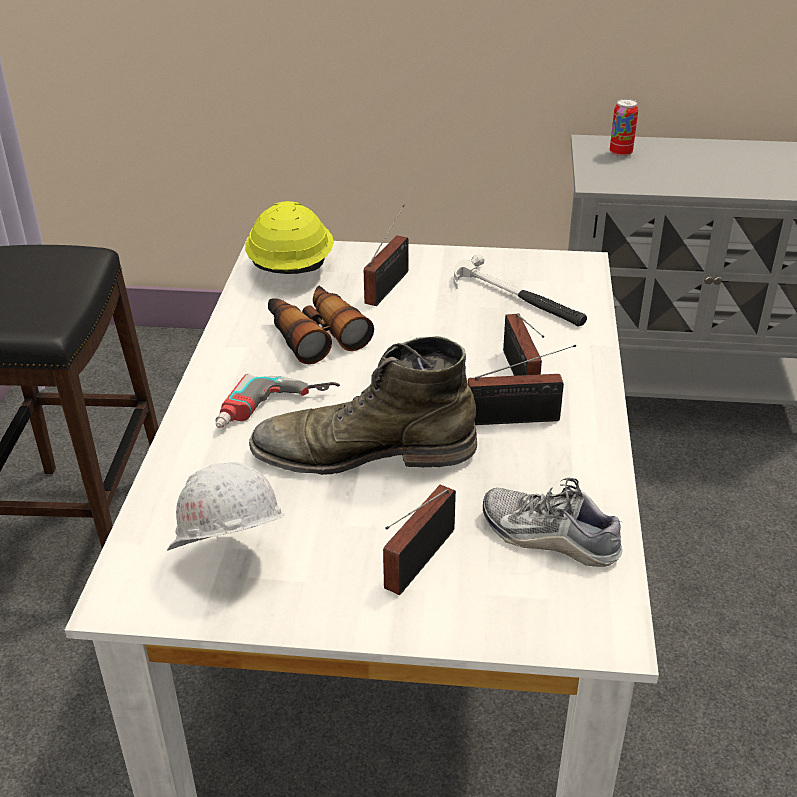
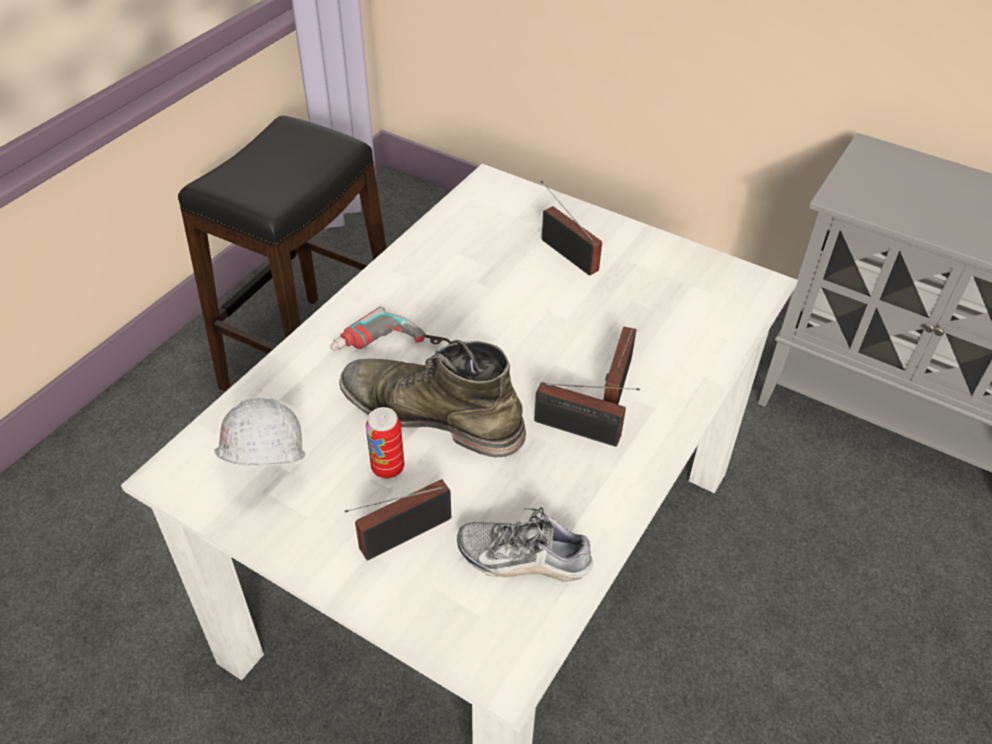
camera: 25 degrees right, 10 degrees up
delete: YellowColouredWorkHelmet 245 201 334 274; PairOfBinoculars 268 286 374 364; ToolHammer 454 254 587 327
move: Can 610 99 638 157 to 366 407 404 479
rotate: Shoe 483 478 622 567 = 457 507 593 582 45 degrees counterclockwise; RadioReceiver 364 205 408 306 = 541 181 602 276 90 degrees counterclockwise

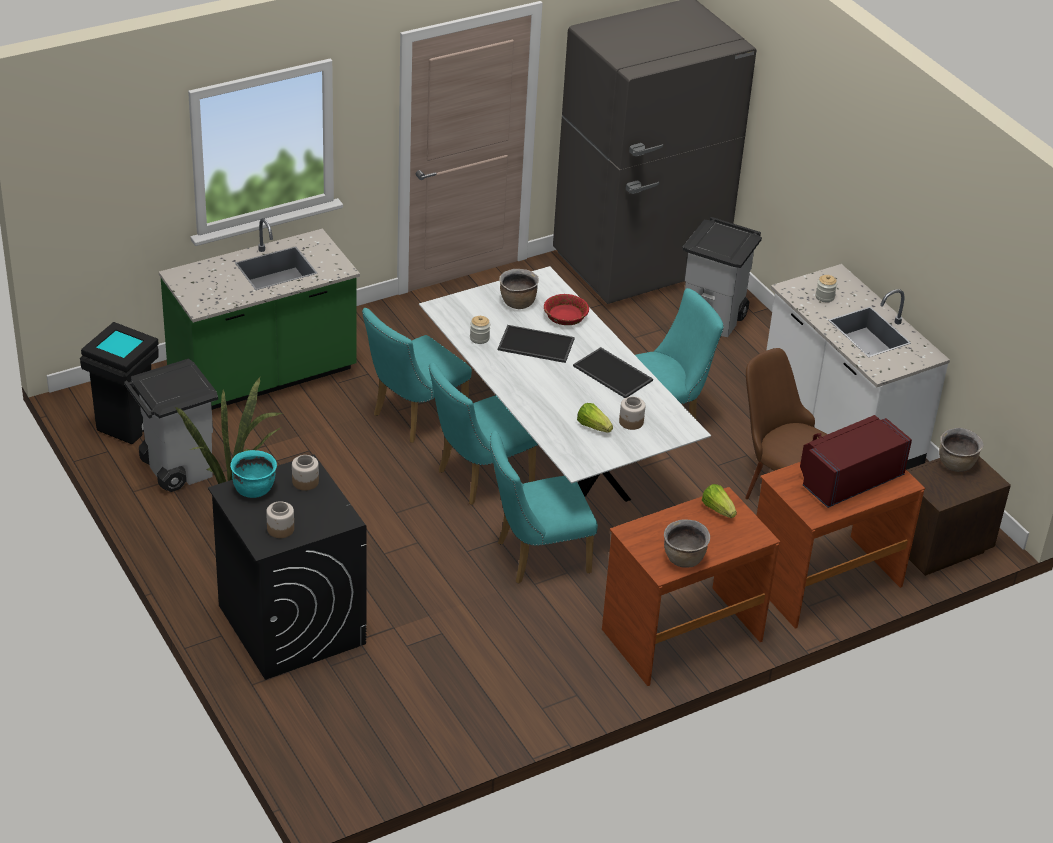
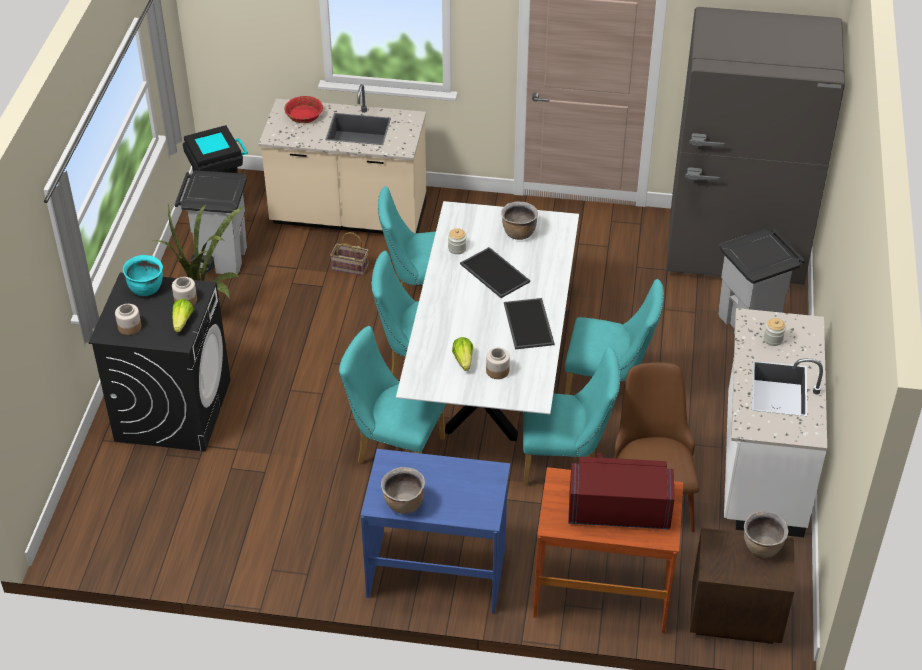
camera: 40 degrees right, 5 degrees up
insert: Basket 330 232 369 276; TurquoisePlainChair 523 347 620 486
move: HeadOfLettuce 702 484 737 518 to 172 299 194 332; RedColouredServingBowl 544 294 589 325 to 284 96 323 123
recolor: GreenishKitchenCounter 159 218 360 410 to SandColouredKitchenCounter 258 84 426 234; BrownishDesk 602 487 780 686 to BlueDesk 361 449 510 613

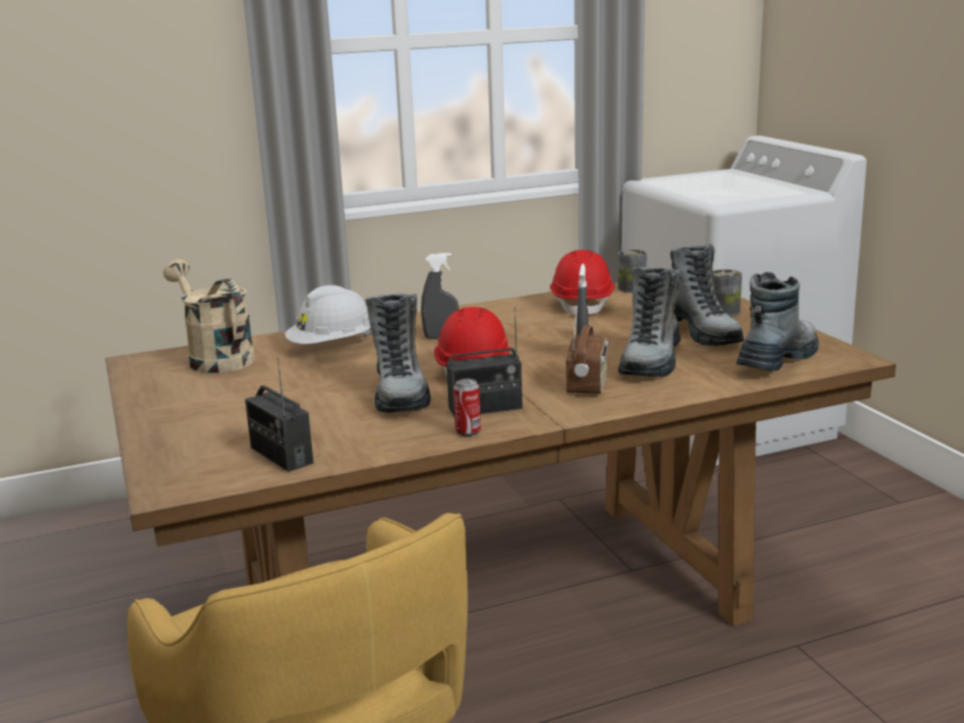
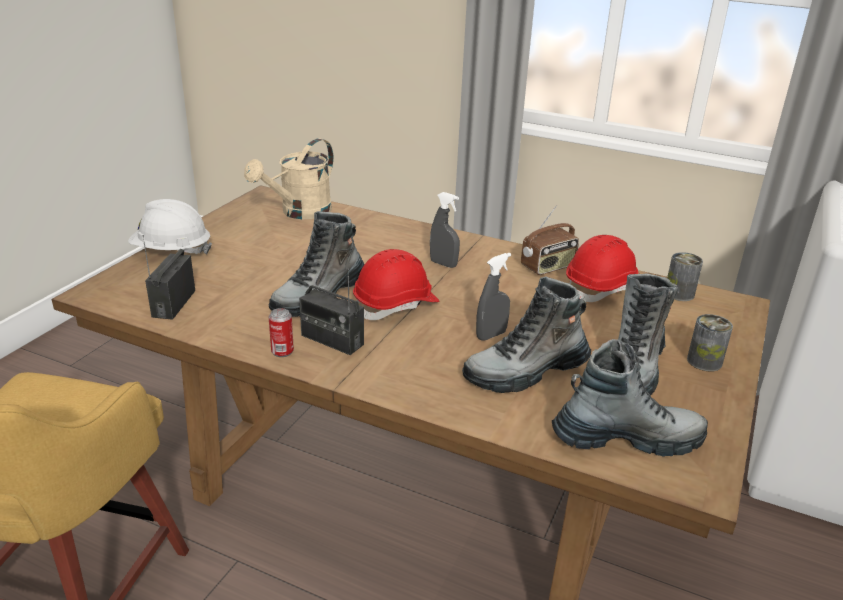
camera: 45 degrees right, 10 degrees up
move: WhiteColouredWorkHelmet 285 285 372 344 to 128 199 212 254; RadioReceiver 566 305 609 395 to 521 205 579 275
rotate: SandColouredWateringPot 163 259 255 373 = 244 138 334 219 150 degrees counterclockwise

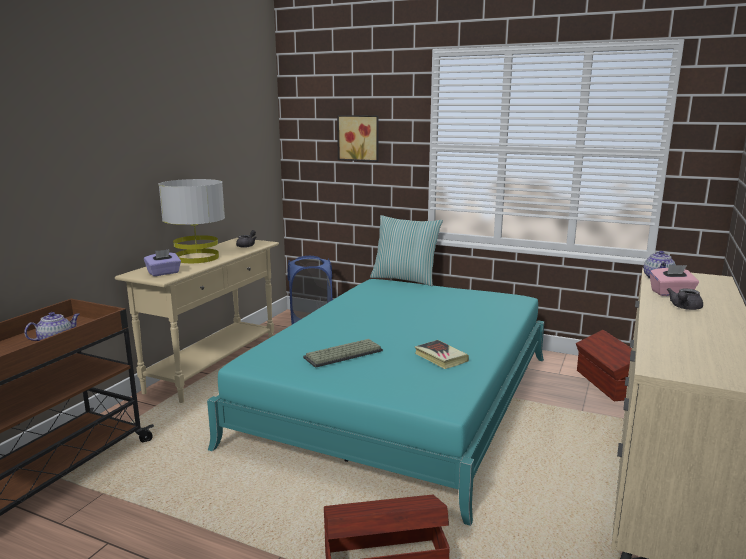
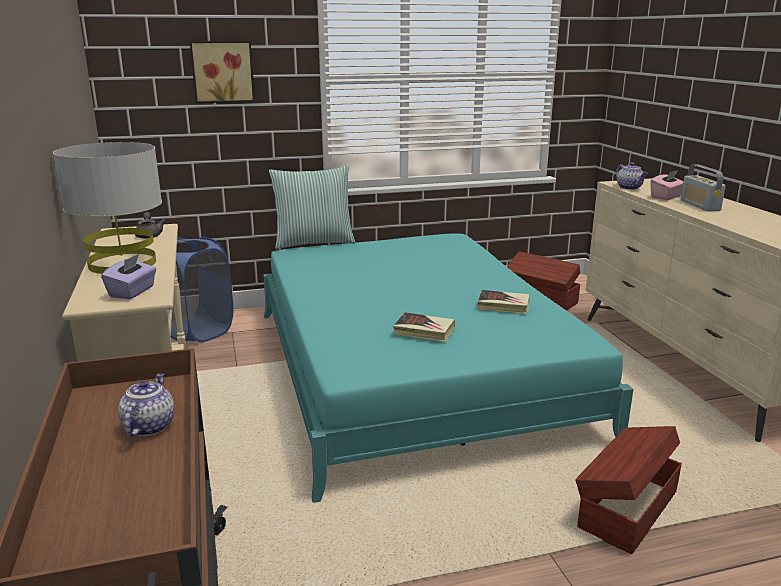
camera: 40 degrees left, 5 degrees up
replace: PcKeyboard 303 339 383 368 to Volume 393 312 455 342; GrayTeaPot 667 288 703 310 to RadioReceiver 681 164 726 211

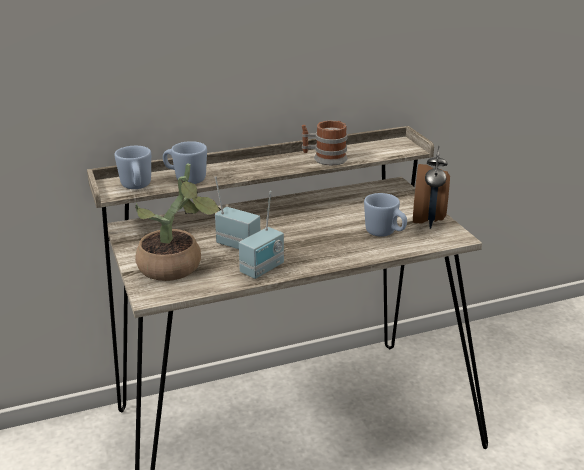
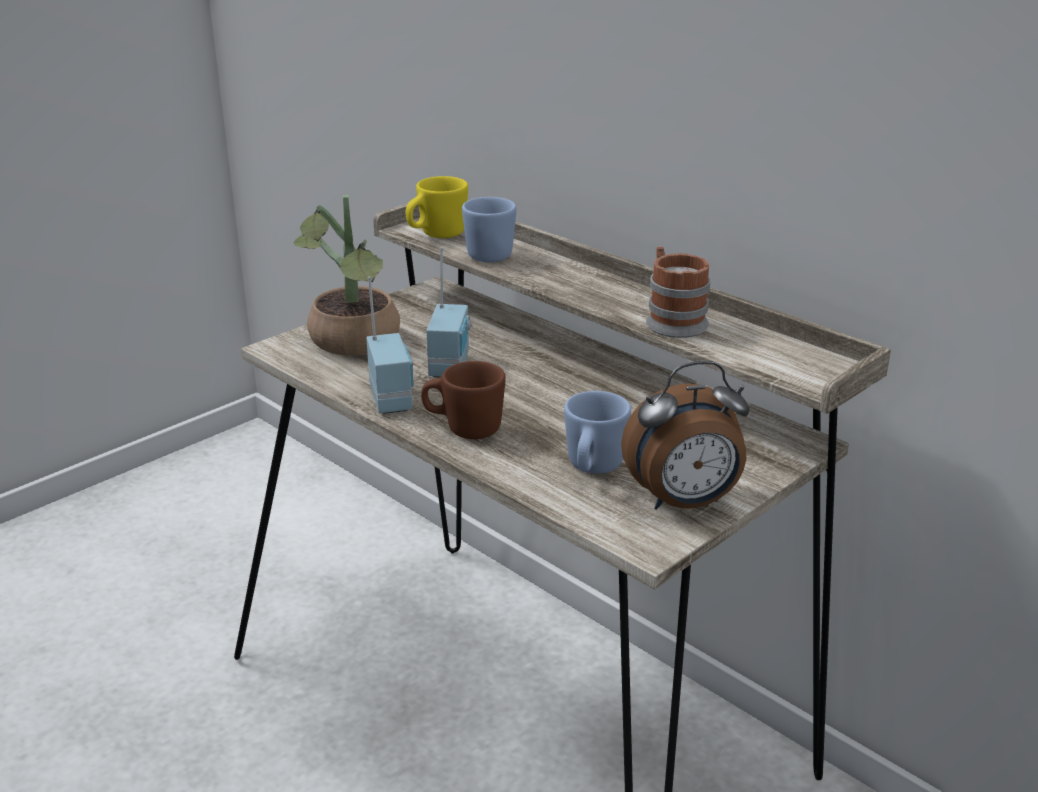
camera: 65 degrees right, 0 degrees up
insert: BrownishMug 421 361 506 439
recolor: BlueMug 115 146 151 189 to YellowColouredMug 406 176 468 238
rotate: RadioReceiver 239 191 284 279 = 366 277 414 414 120 degrees counterclockwise

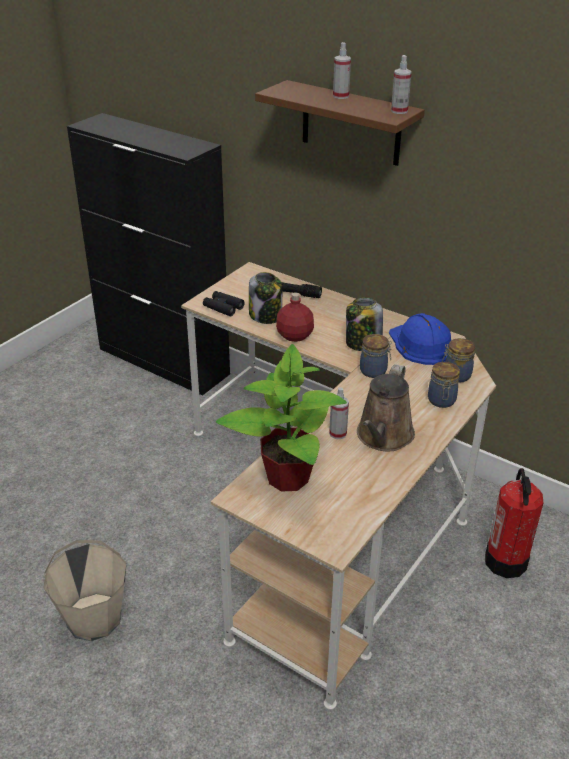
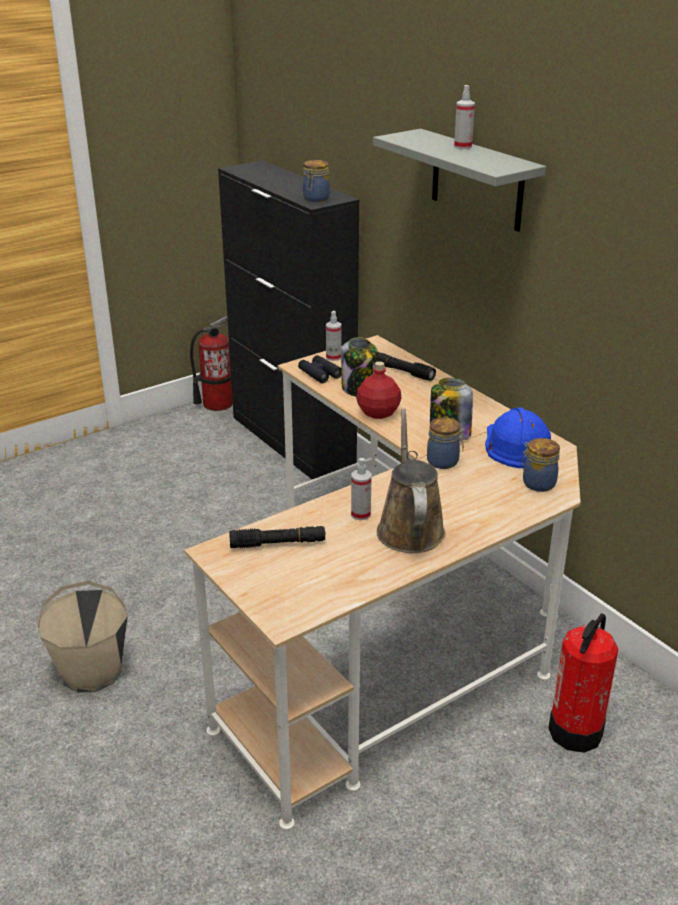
camera: 20 degrees right, 5 degrees down
insert: FireExtinguisher 190 316 233 411
move: PreserveJar 428 362 460 408 to 303 160 330 202; Sprayer 391 55 412 114 to 326 311 341 361
replace: PottedPlant 216 344 347 492 to BlackHandTorch 229 526 325 549
recolor: BrownishBracketShelf 255 80 425 166 to GrayBracketShelf 373 129 546 232
rotate: BrownishWateringPot 357 364 415 451 = 377 409 446 553 135 degrees clockwise

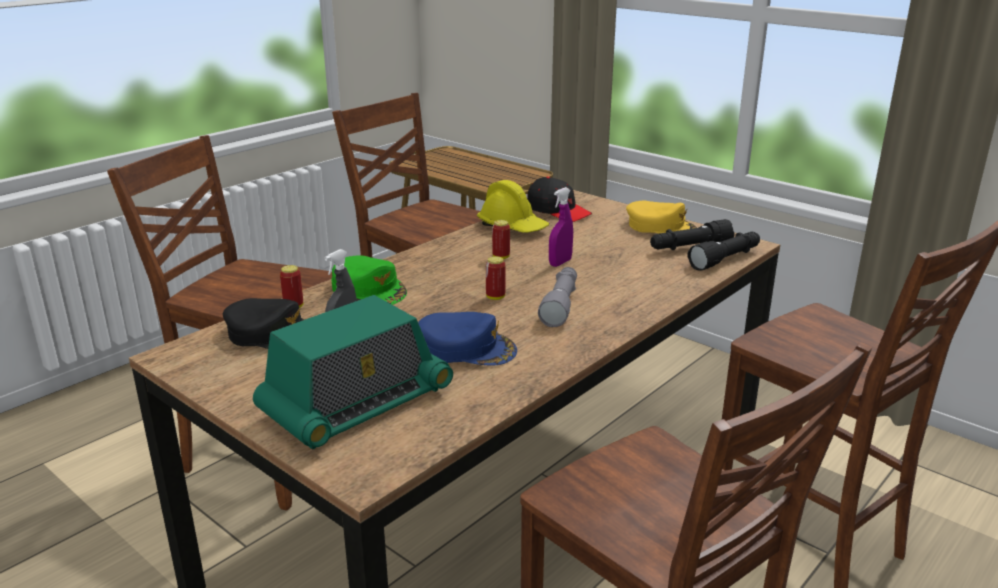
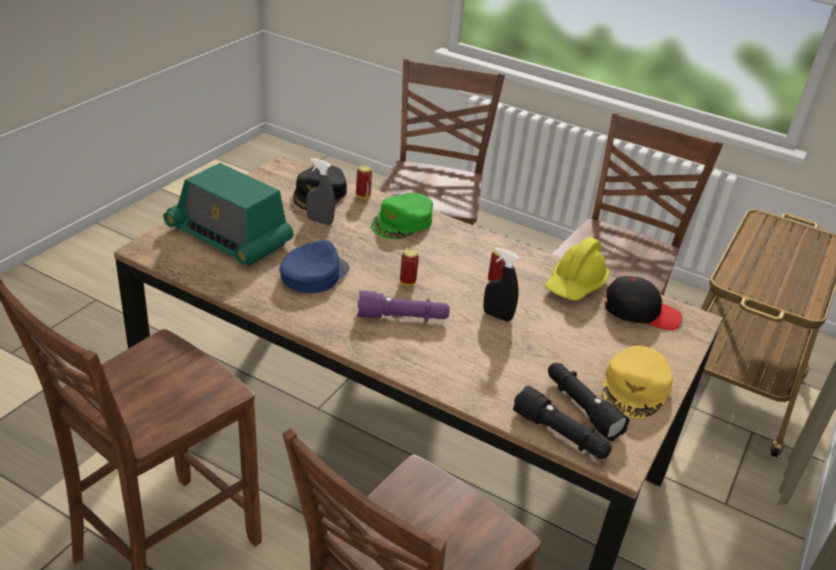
camera: 75 degrees right, 10 degrees up
recolor: GrayHandTorch 538 267 577 327 to PurplishHandTorch 357 291 450 321; PurplishSprayer 549 187 573 267 to BlackSprayer 484 248 519 321
rotate: BlueCap 418 312 517 366 = 279 240 349 293 150 degrees counterclockwise; BlackCap 527 176 592 222 = 605 276 682 330 105 degrees counterclockwise

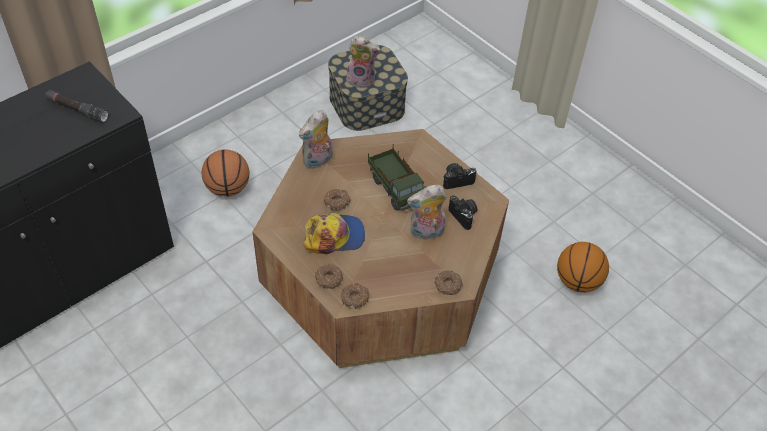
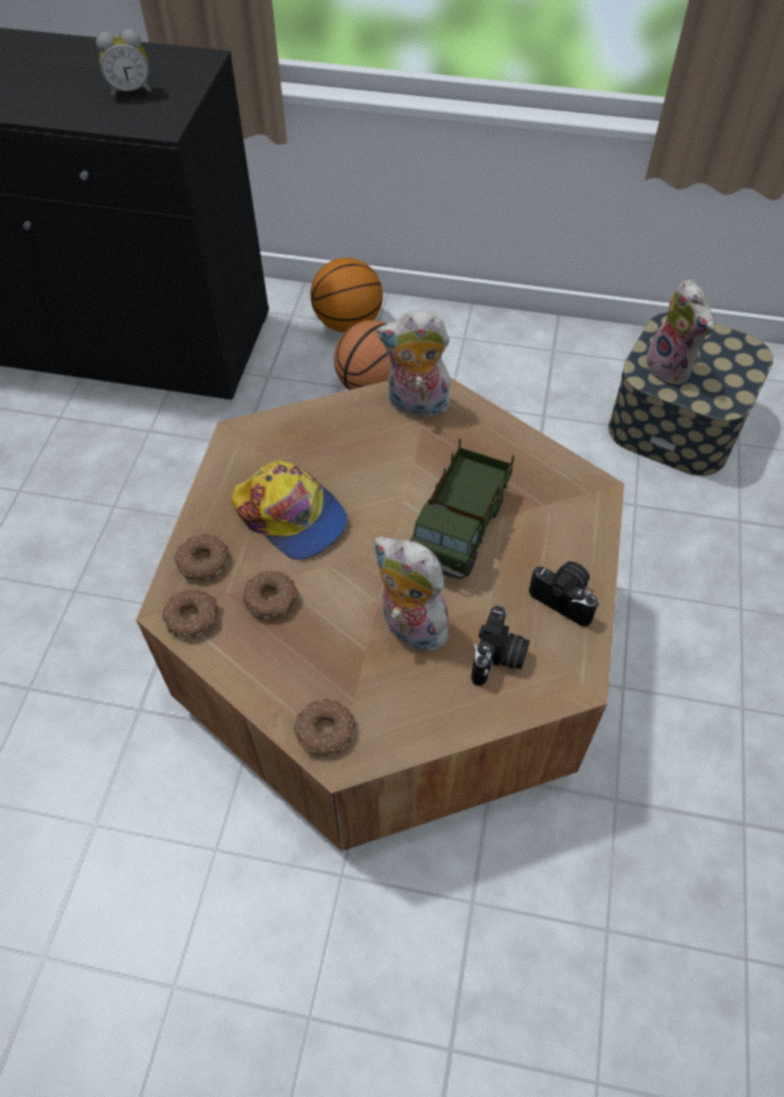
camera: 55 degrees right, 5 degrees up
move: RingDoughnut 324 189 351 210 to 243 571 299 619; Basketball 557 242 609 293 to 310 258 383 332
replace: BlackHandTorch 45 90 109 122 to AlarmClock 96 29 152 97

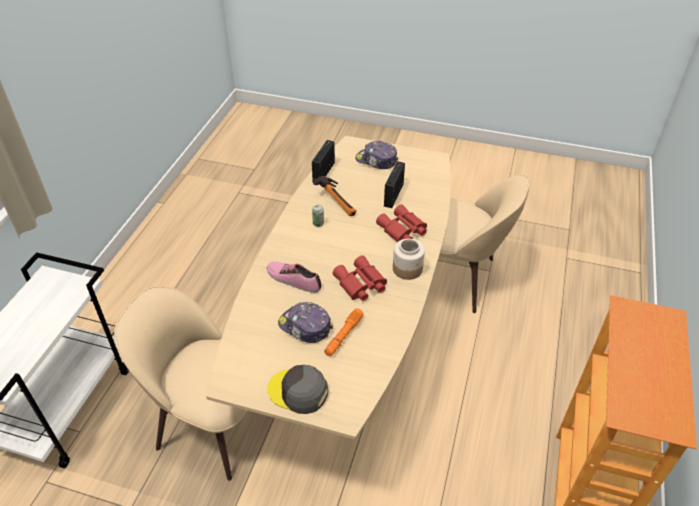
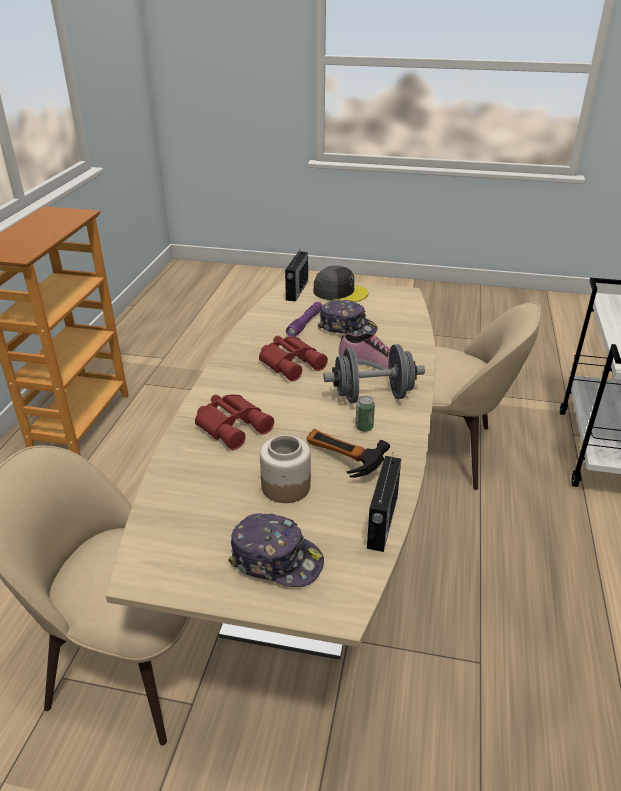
camera: 175 degrees right, 10 degrees down
insert: GrayDumbbell 324 344 425 403
move: PreserveJar 393 239 425 280 to 260 435 311 503; RadioReceiver 384 161 405 208 to 285 246 308 302
recolor: OrangeHandTorch 324 308 364 356 to PurplishHandTorch 286 302 322 337

